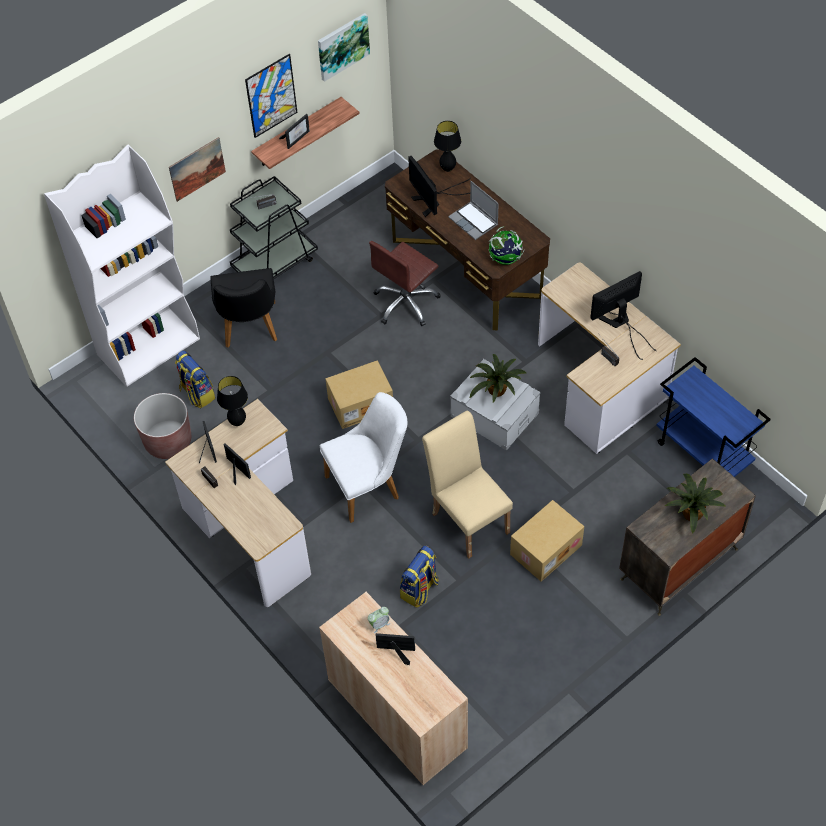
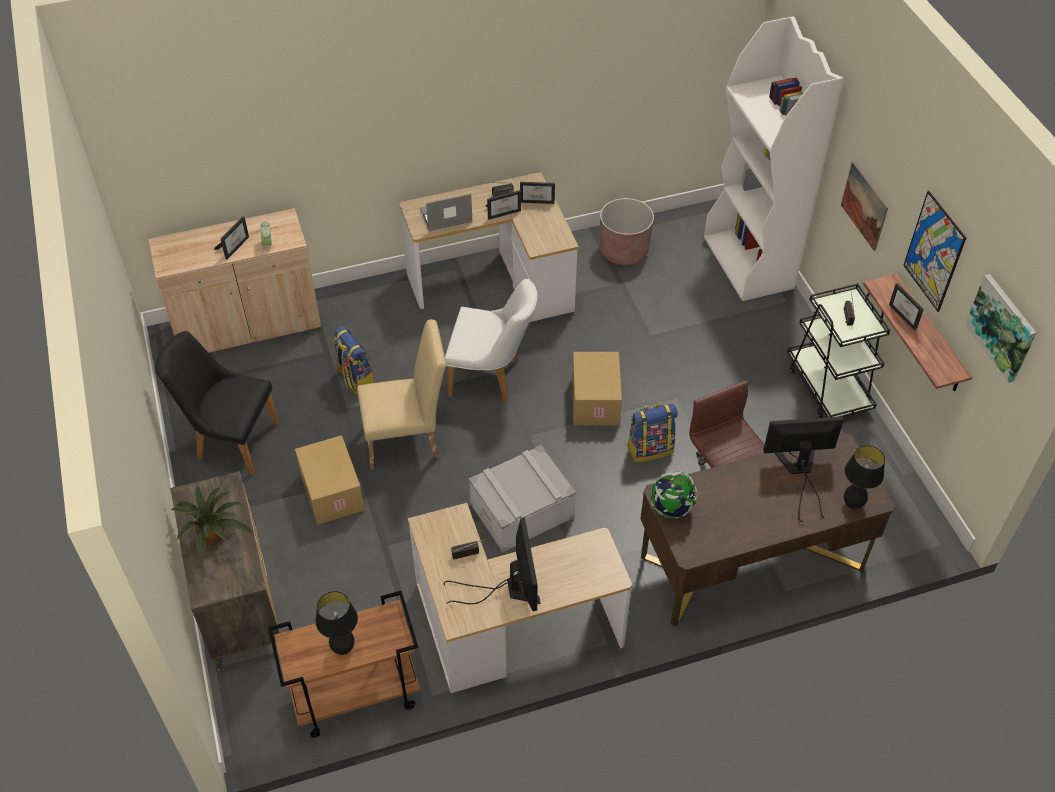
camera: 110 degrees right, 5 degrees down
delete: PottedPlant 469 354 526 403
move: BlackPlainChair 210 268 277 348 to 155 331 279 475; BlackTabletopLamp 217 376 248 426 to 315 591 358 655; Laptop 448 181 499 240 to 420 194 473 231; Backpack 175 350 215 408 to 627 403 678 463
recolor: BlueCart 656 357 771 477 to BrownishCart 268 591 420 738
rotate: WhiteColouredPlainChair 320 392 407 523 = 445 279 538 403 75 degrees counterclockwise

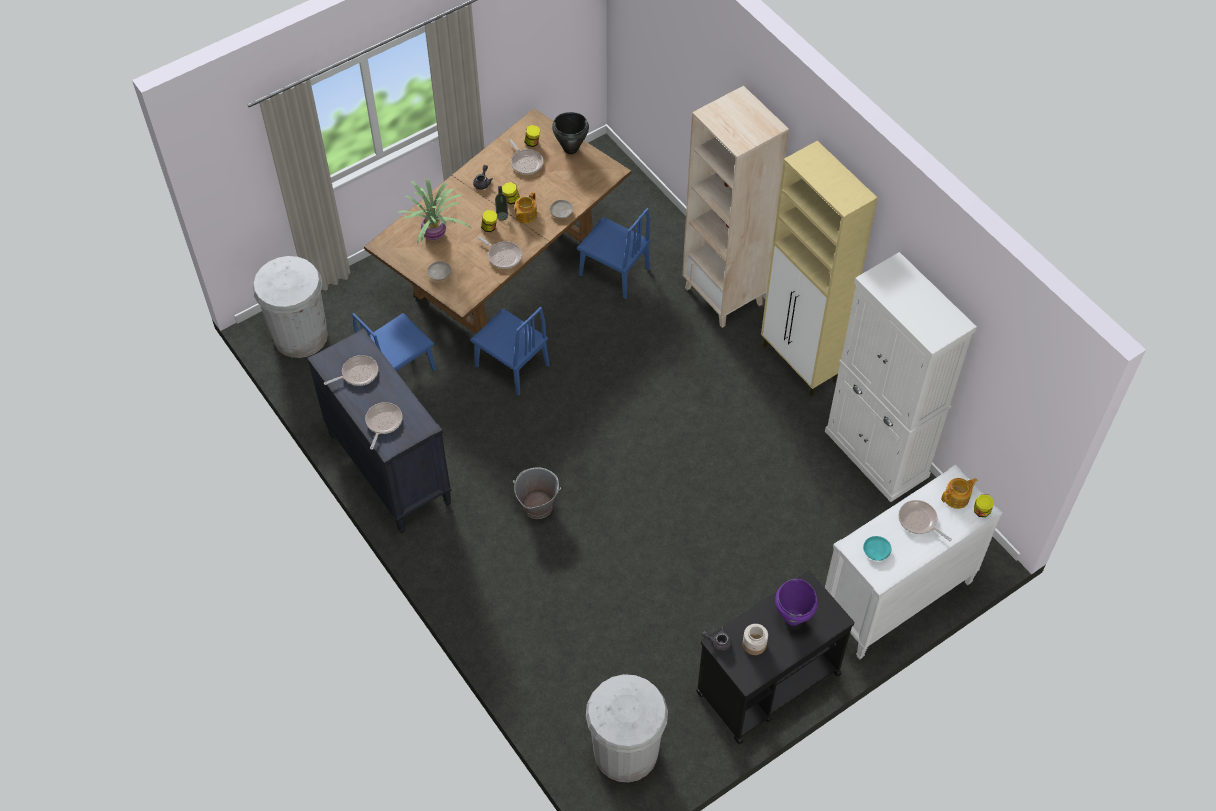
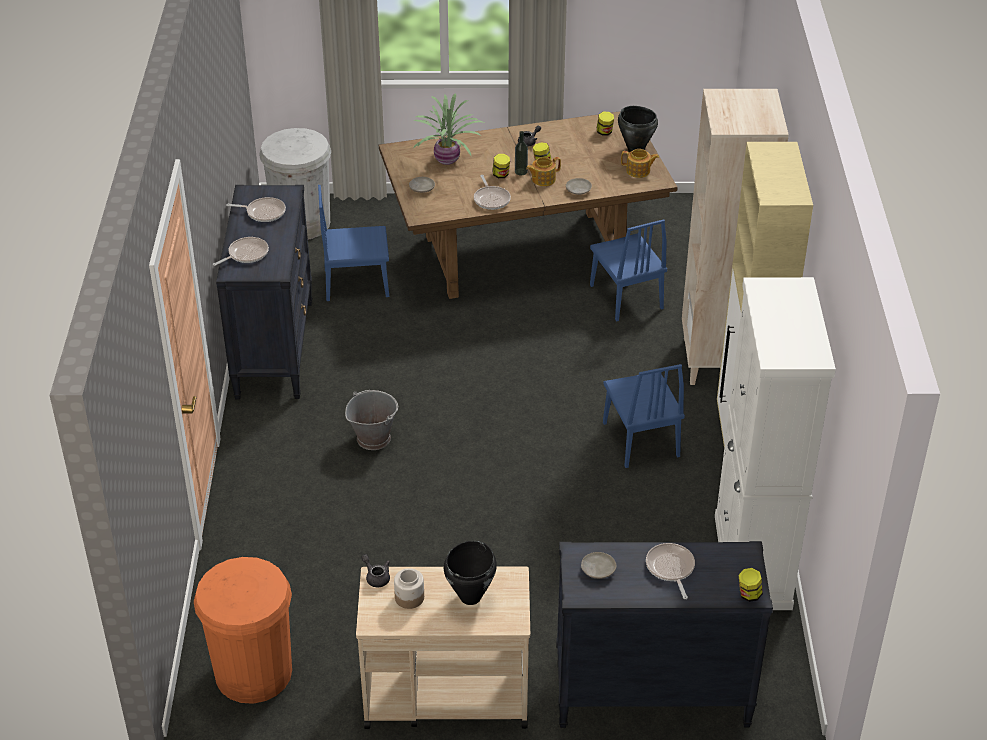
camera: 35 degrees right, 15 degrees down
delete: FryingPan 509 139 543 175
move: BluePlainChair 470 307 550 396 to 603 364 685 468; TeaPot 941 478 978 509 to 621 149 659 178
recolor: WhiteColouredTrashCan 586 674 668 782 to OrangeTrashCan 194 557 292 704; BlackCart 696 570 854 744 to SandColouredCart 356 567 530 729; PurplishSaucepot 775 579 818 626 to BlackSaucepot 444 541 497 605; WhiteColouredDresser 825 464 1002 660 to BlackDresser 556 541 773 728; TurquoiseDinnerPlate 863 536 891 561 to SandColouredDinnerPlate 581 552 616 579

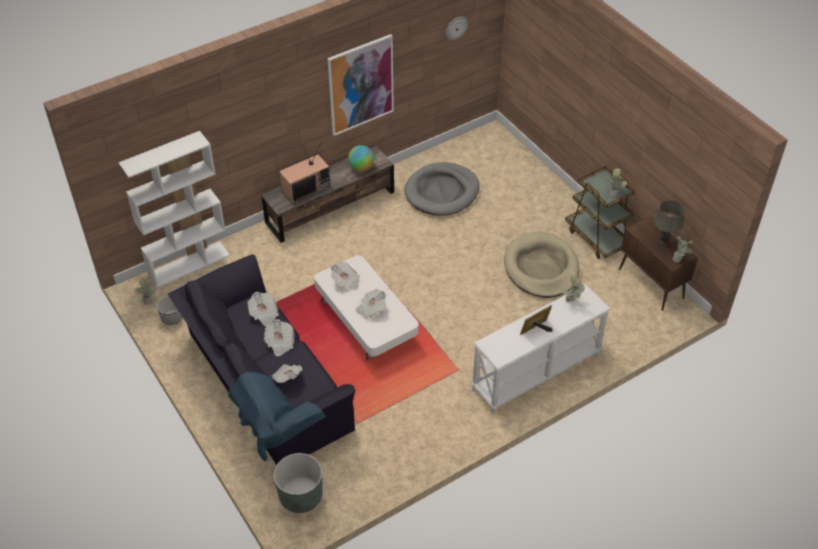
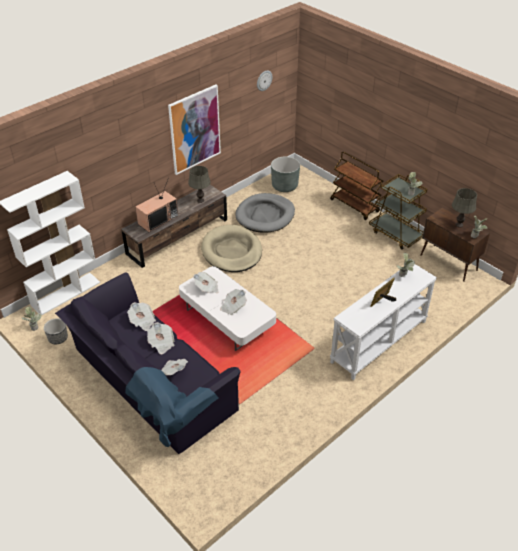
camera: 10 degrees left, 5 degrees down
insert: BrownishCart 330 152 383 220
move: SandColouredDogCushion 504 231 580 298 to 201 225 262 272; GrayPlantPot 274 453 322 513 to 271 157 300 192
replace: WorldGlobe 348 145 374 172 to GrayTabletopLamp 188 166 211 203

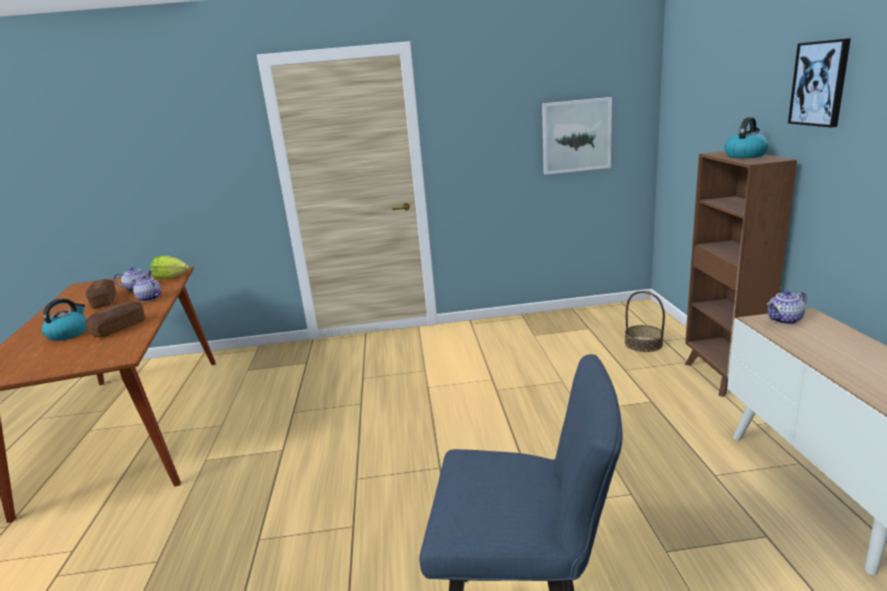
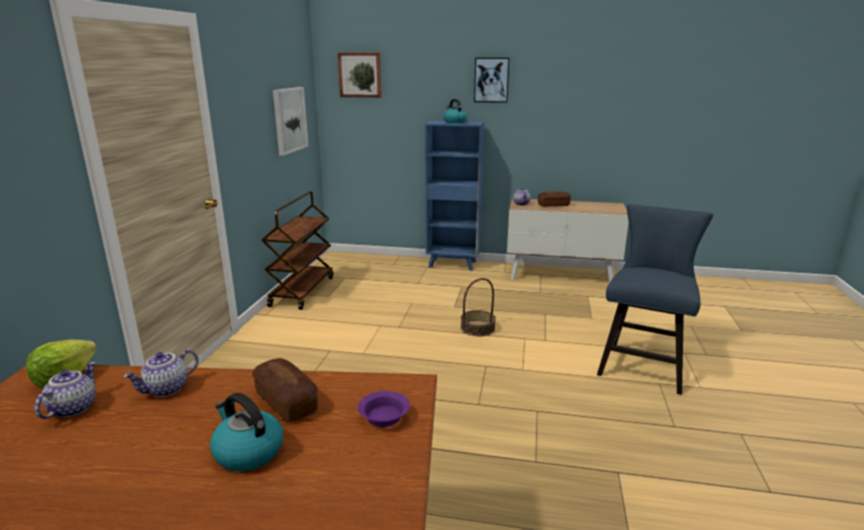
camera: 75 degrees left, 0 degrees up
insert: BrownishCart 261 191 333 310; WallPicture 338 52 381 98; PurplishServingBowl 358 391 410 427
move: Basket 625 291 665 352 to 461 278 496 336; BakeryBread 85 279 117 308 to 538 191 571 207
recolor: BrownishBookshelf 685 151 797 397 to BlueBookshelf 425 121 484 271

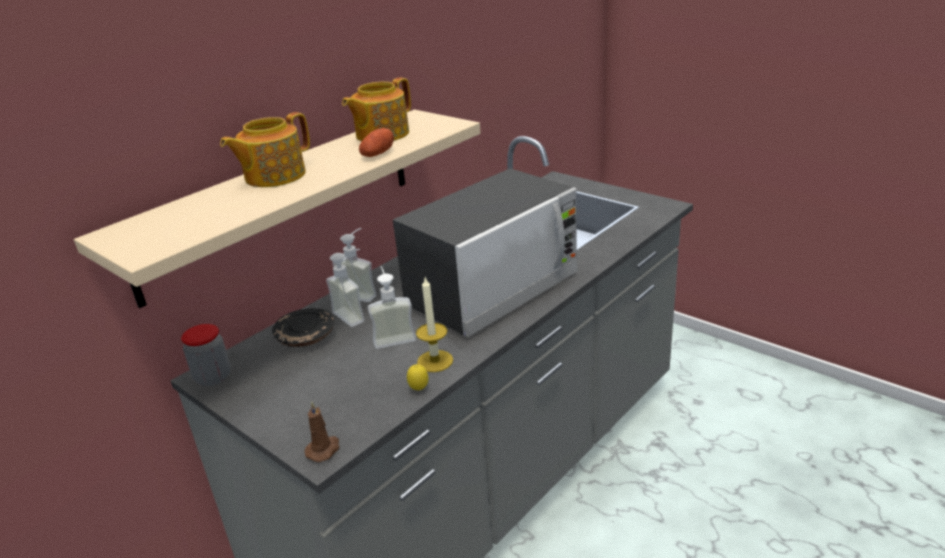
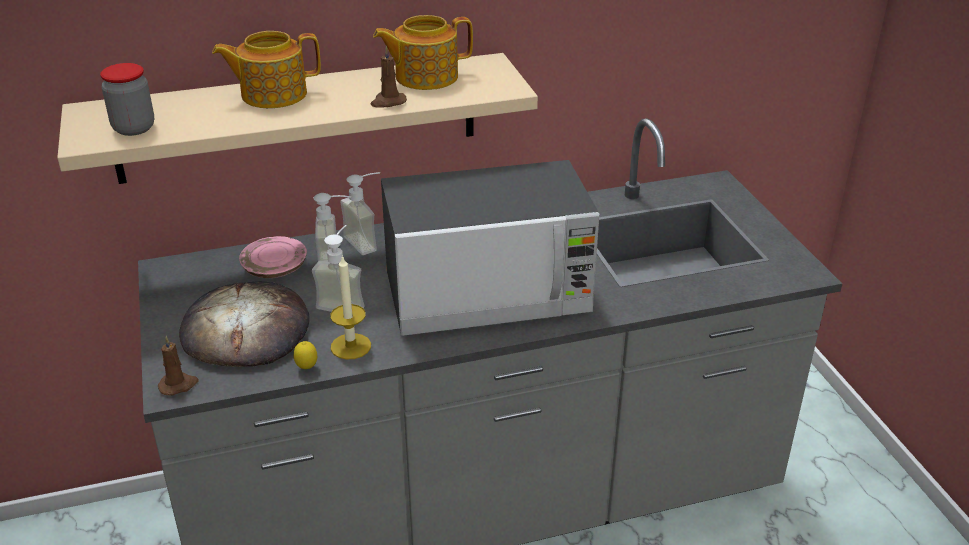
camera: 30 degrees right, 5 degrees up
insert: BakeryBread 179 281 310 367
move: PreserveJar 181 324 230 386 to 100 63 154 136
replace: Spud 359 128 394 157 to BrownishWaxLight 371 46 407 108
recolor: BlackDinnerPlate 272 308 334 347 to PinkColouredDinnerPlate 239 236 307 278

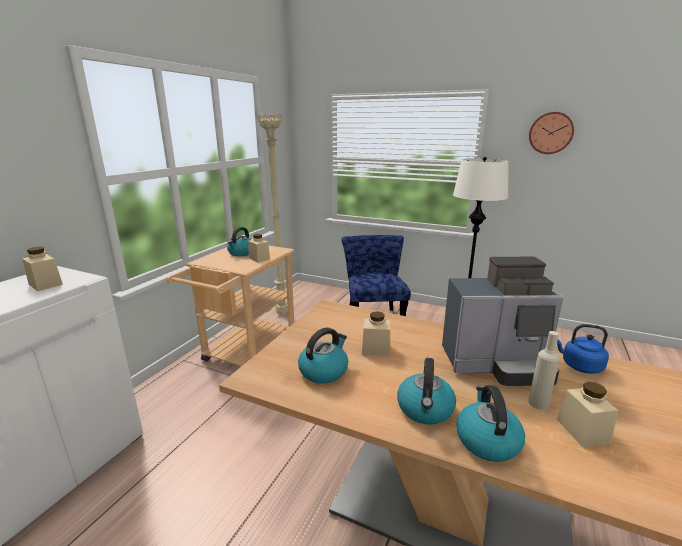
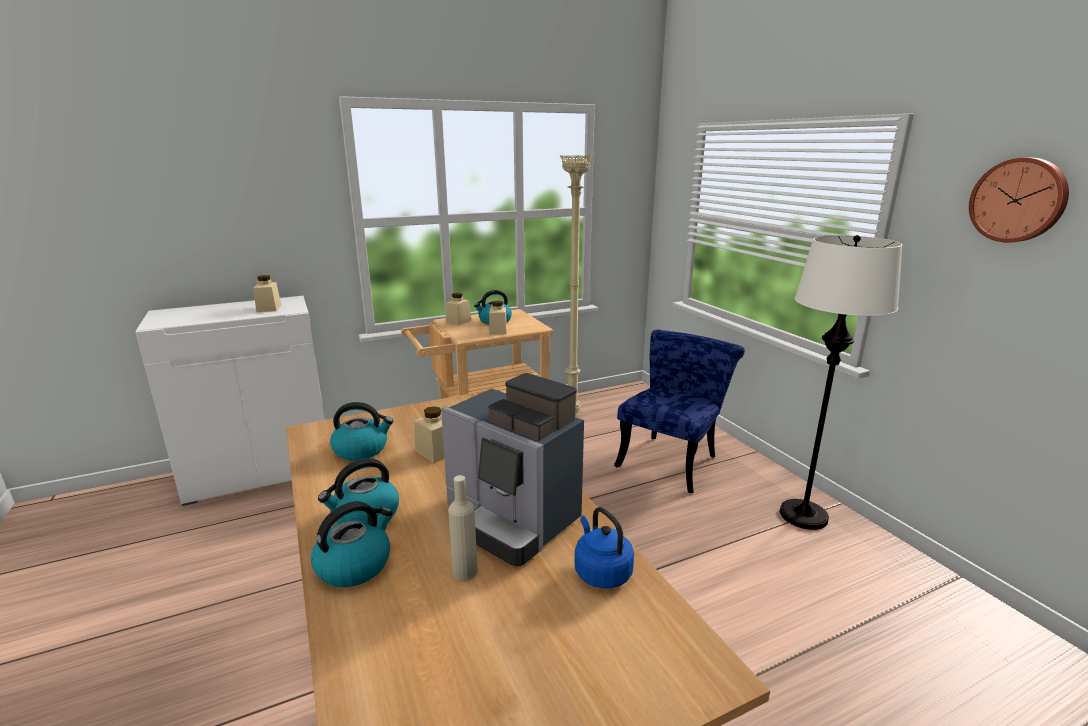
camera: 40 degrees right, 0 degrees up
move: SandColouredPreserveJar 557 382 619 447 to 446 293 471 326

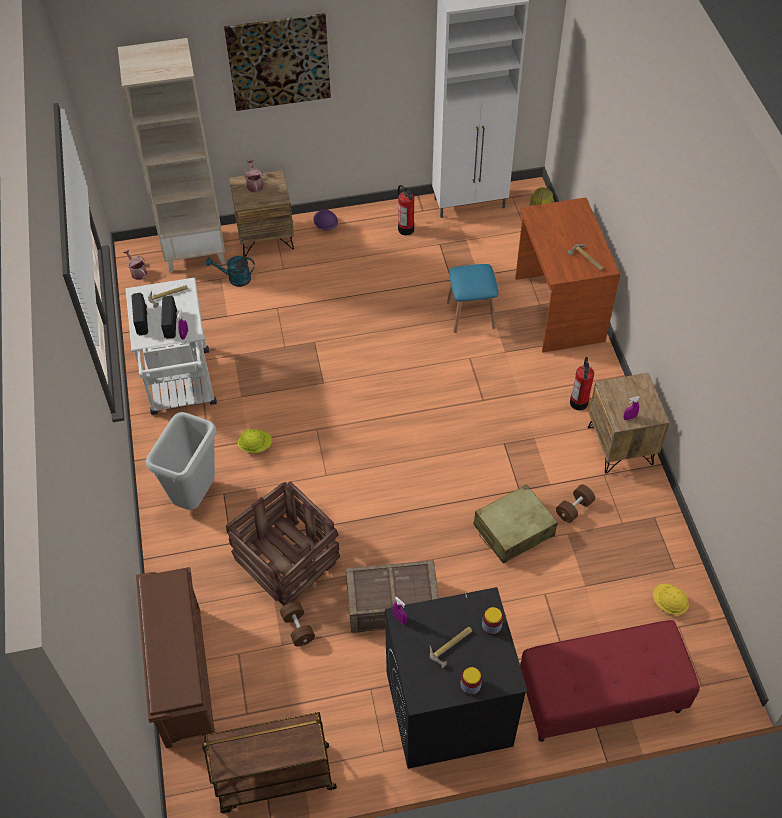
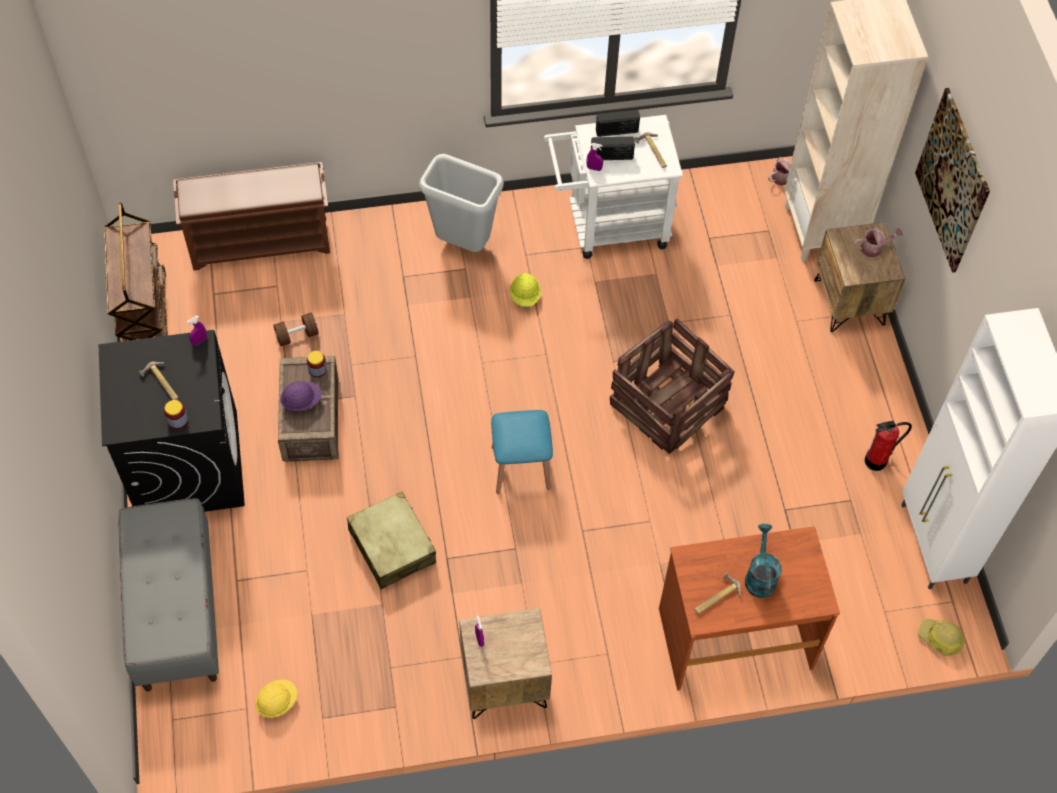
camera: 90 degrees right, 5 degrees up
delete: BrownishDumbbell 556 485 595 523; FireExtinguisher 570 357 594 410
move: PurplishWorkHelmet 313 209 338 231 to 280 382 322 411; PreserveJar 461 667 482 695 to 307 351 327 377; BlueStoolSeat 447 264 498 333 to 491 410 553 494; ShippingCrate 226 481 340 605 to 610 319 735 454; TurquoiseWateringPot 206 256 255 287 to 745 524 782 598
recolor: RedColouredBench 520 620 700 742 to GrayBench 118 498 219 692

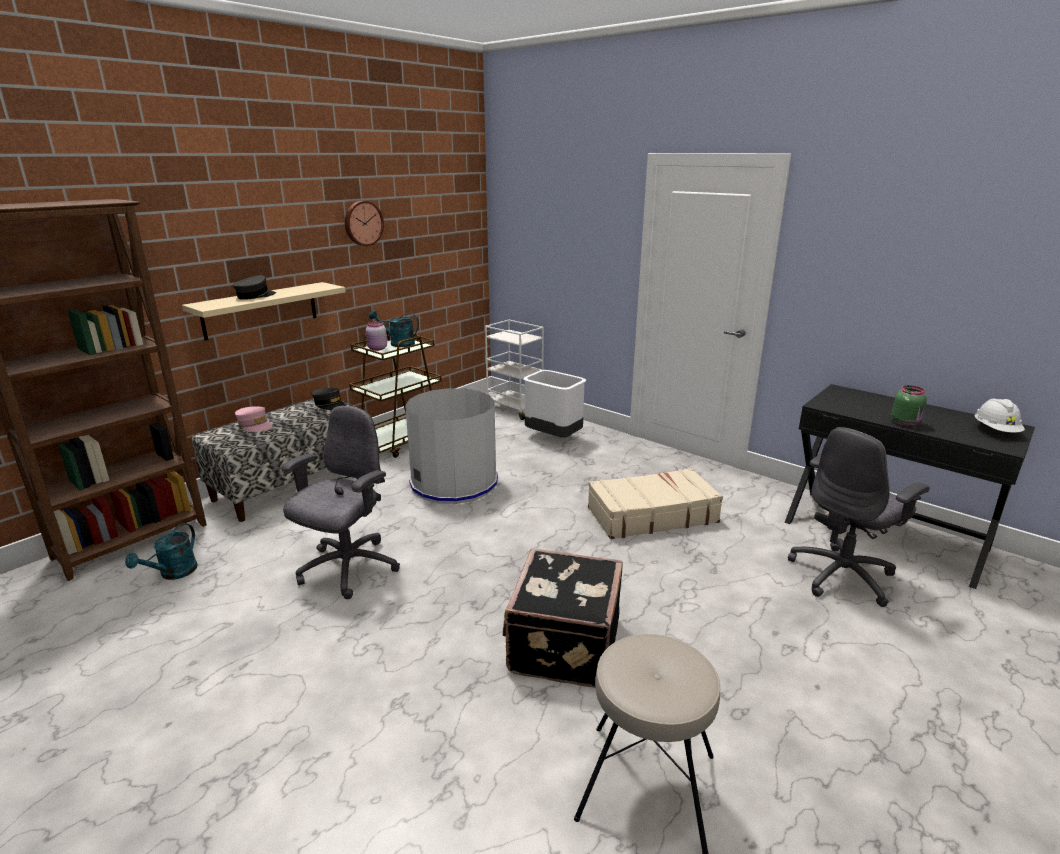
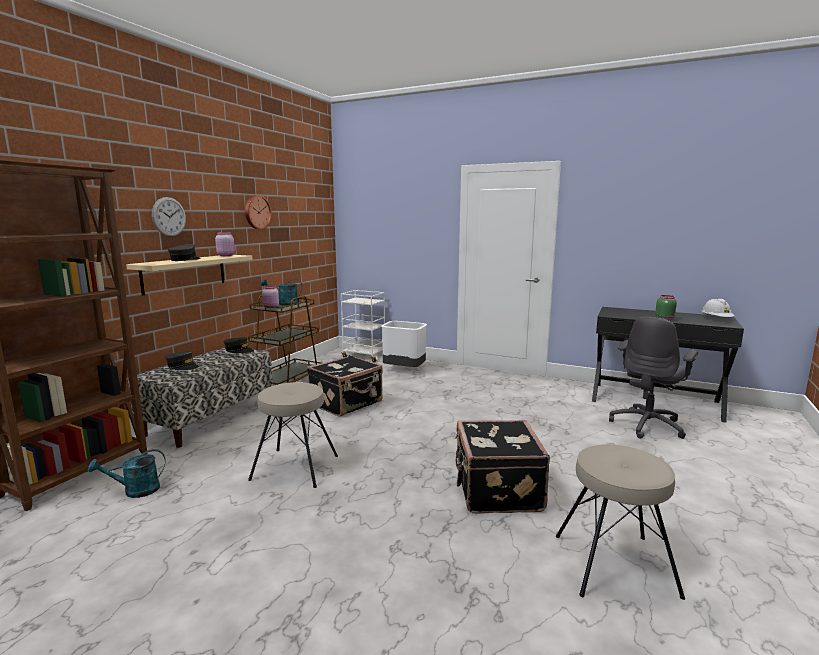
camera: 15 degrees left, 10 degrees down
delete: SandColouredSuitcase 588 468 723 539
insert: ClockOnTheWall 152 197 186 237; PinkColouredPreserveJar 215 232 235 256
replace: GrayComputerChair 281 406 400 599 to SandColouredStoolSeat 248 382 338 488; GrayTrashCan 405 388 498 504 to BlackSuitcase 307 355 383 417
recolor: PinkColouredCap 235 407 272 431 to GrayCap 165 351 199 370
rotate: TurquoiseWateringPot 125 523 197 580 = 88 449 165 498 60 degrees clockwise

